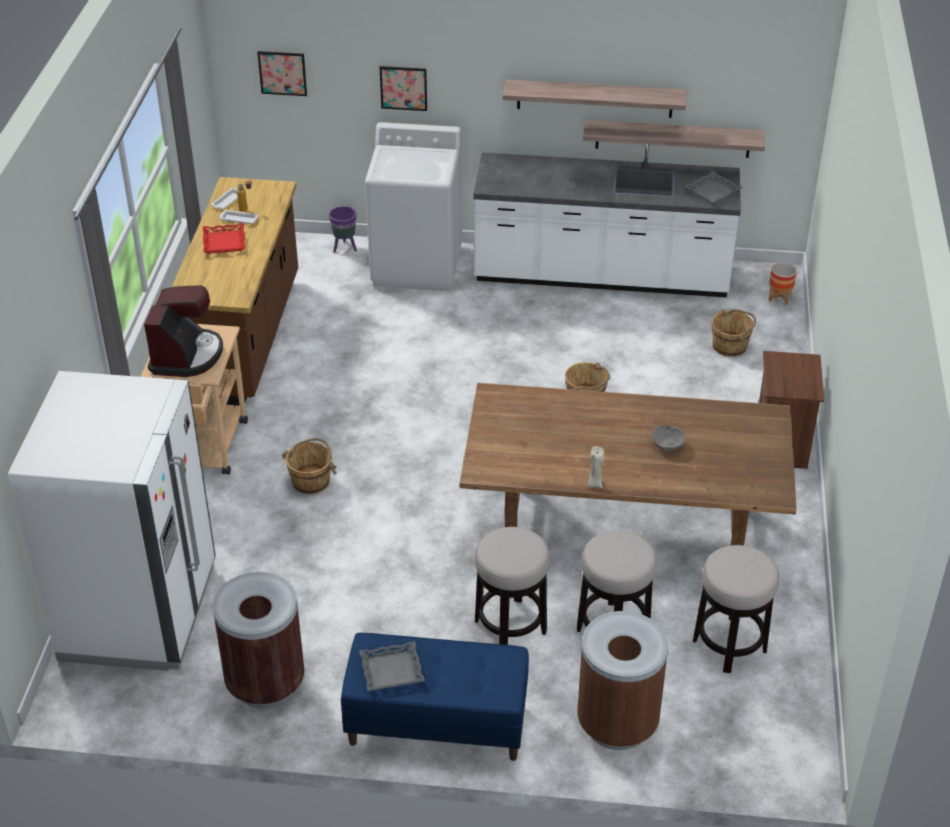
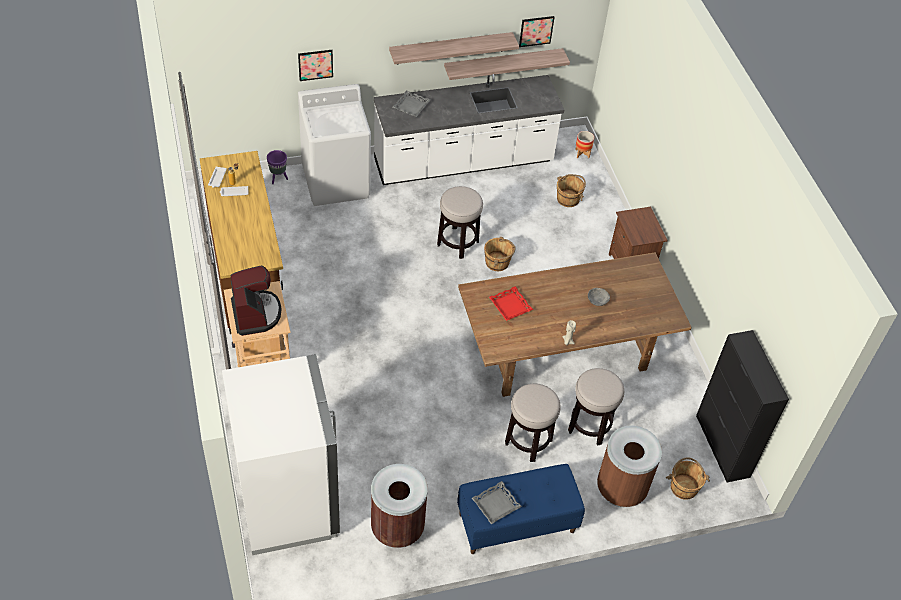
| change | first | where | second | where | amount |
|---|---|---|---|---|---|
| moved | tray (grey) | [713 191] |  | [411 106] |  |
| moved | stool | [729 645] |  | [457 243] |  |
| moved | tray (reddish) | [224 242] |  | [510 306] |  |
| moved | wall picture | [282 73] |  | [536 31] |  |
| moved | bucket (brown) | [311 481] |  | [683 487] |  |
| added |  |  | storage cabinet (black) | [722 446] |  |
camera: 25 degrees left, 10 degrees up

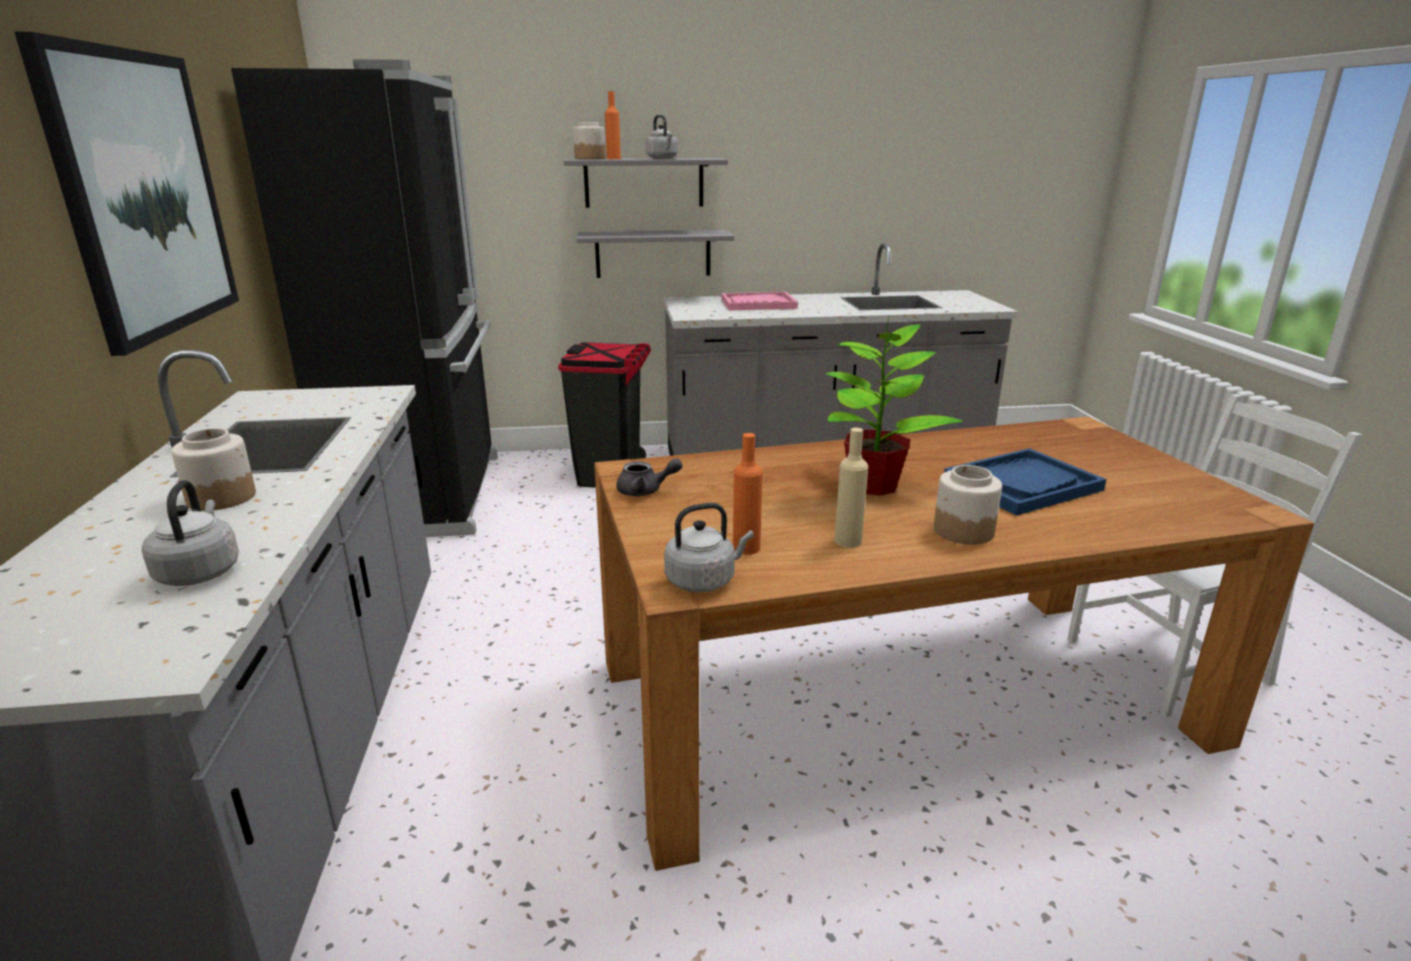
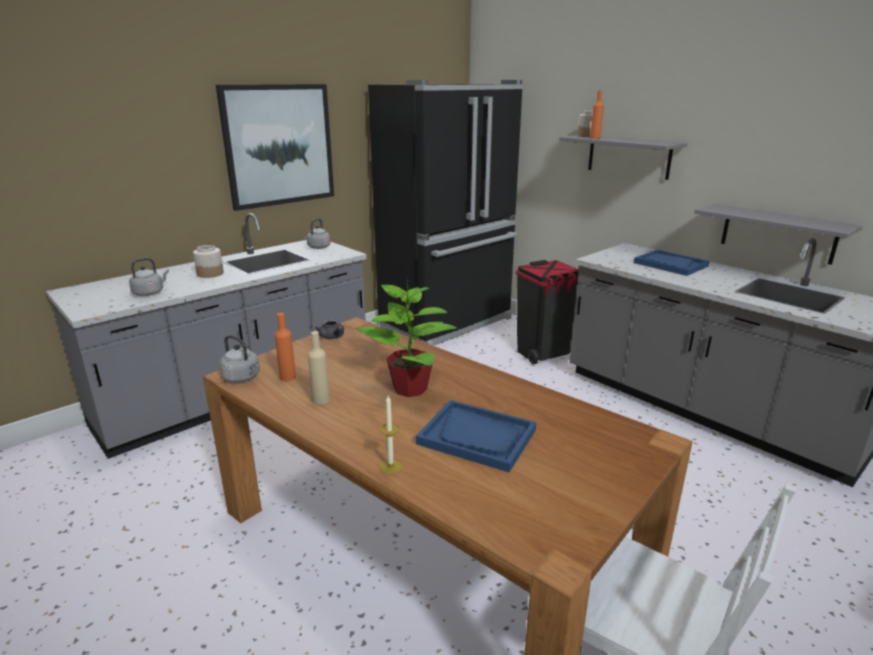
| change | first | where | second | where | amount |
|---|---|---|---|---|---|
| moved | water kettle (grey) | [662 158] |  | [318 247] |  |
| added |  |  | wax light | [390 467] |  |
| recoloured | tray (pinkish) | [758 304] | tray (blue-coloured) | [670 264] |  |
| moved | wall shelf (grey) | [653 253] |  | [778 233] |  |
| removed | jar | [963 531] |  |  |  |
camera: 55 degrees right, 0 degrees up

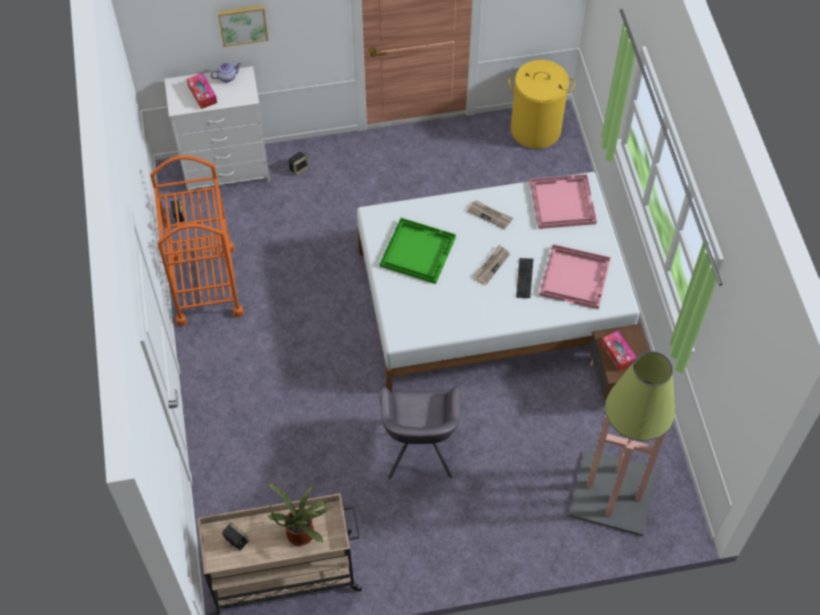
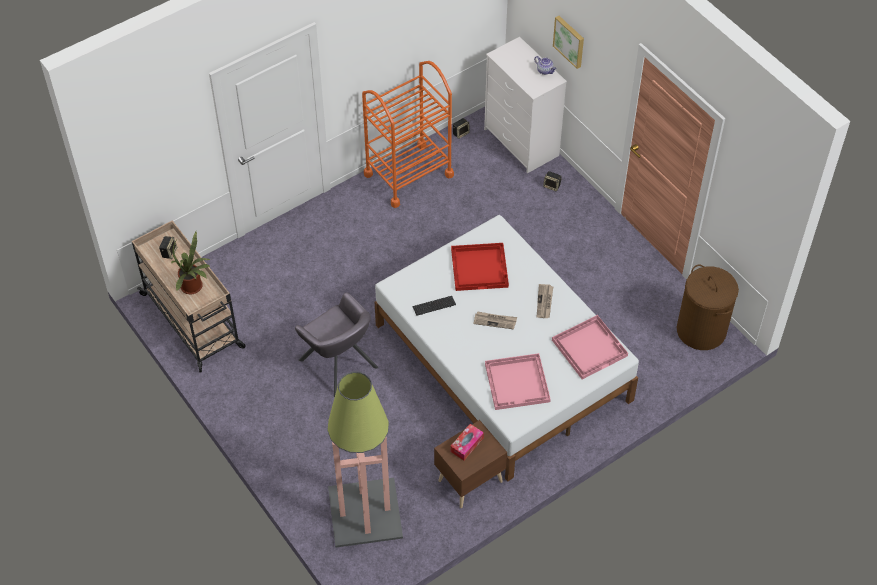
| change | first | where | second | where | amount |
|---|---|---|---|---|---|
| turned | armchair (grey) | [419 447] |  | [338 364] | 105 degrees counterclockwise |
| moved | PC keyboard | [524 278] |  | [434 306] |  |
| recoloured | tray (green-coloured) | [417 251] | tray (reddish) | [480 267] |  |
| recoloured | hamper (yellowish) | [536 129] | hamper (brown) | [701 330] |  |
| removed | tissue box | [202 94] |  |  |  |
camera: 65 degrees right, 5 degrees down

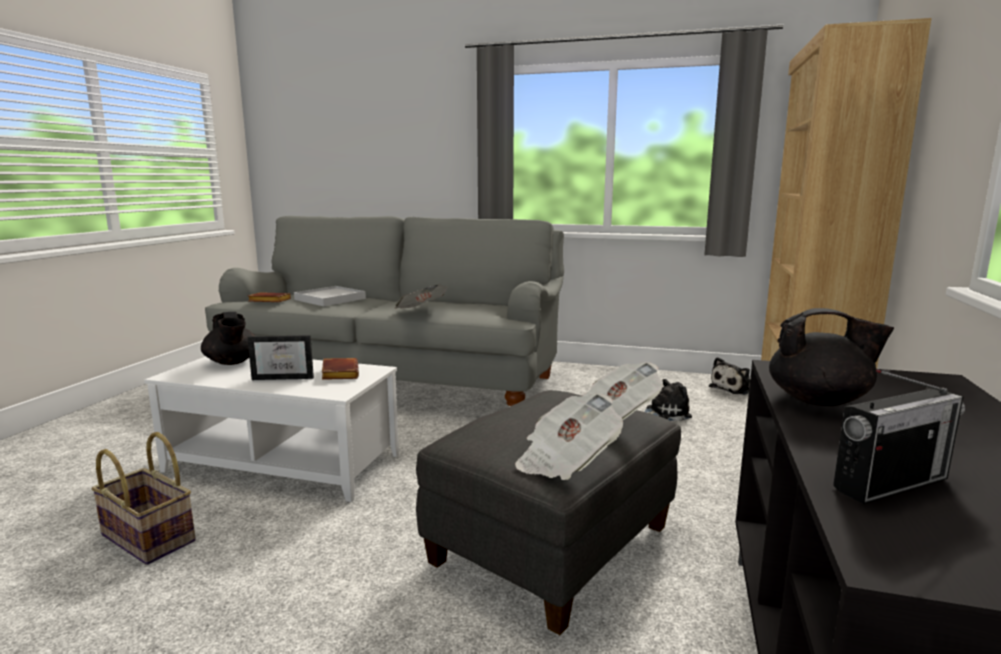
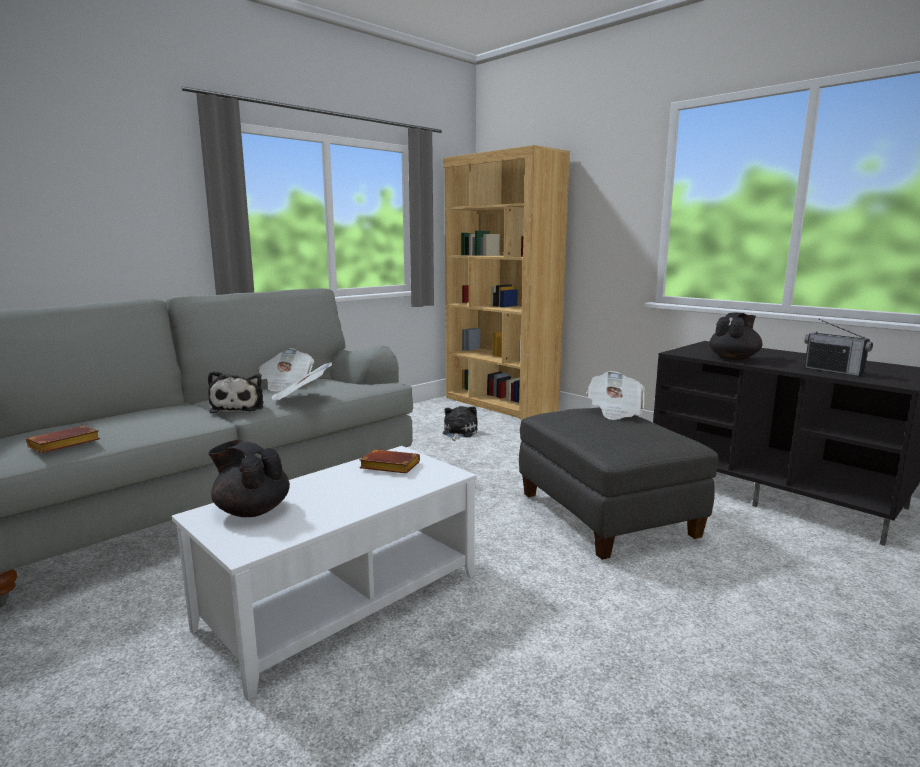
| change | first | where | second | where | amount |
|---|---|---|---|---|---|
| moved | plush toy | [732 388] |  | [239 407] |  |
| turned | pot for tea (black) | [232 362] |  | [252 510] | 150 degrees counterclockwise |
| moved | newspaper | [566 461] |  | [286 384] |  |
| turned | radio receiver | [890 483] |  | [833 371] | 135 degrees clockwise |
| removed | storage basket | [150 537] |  |  |  |
| removed | standing frame | [285 377] |  |  |  |
| removed | tray (white-coloured) | [330 299] |  |  |  |
camera: 60 degrees left, 0 degrees up

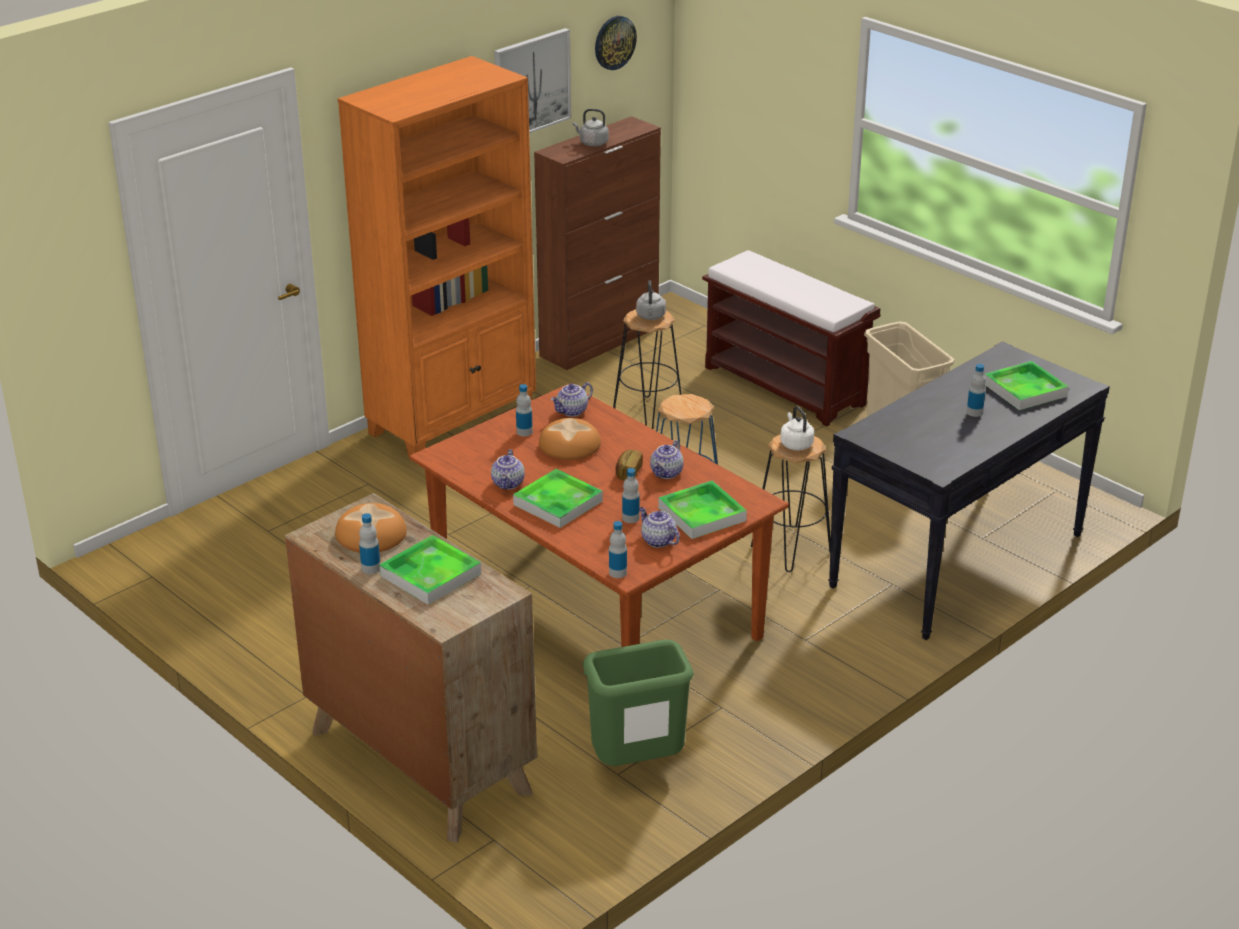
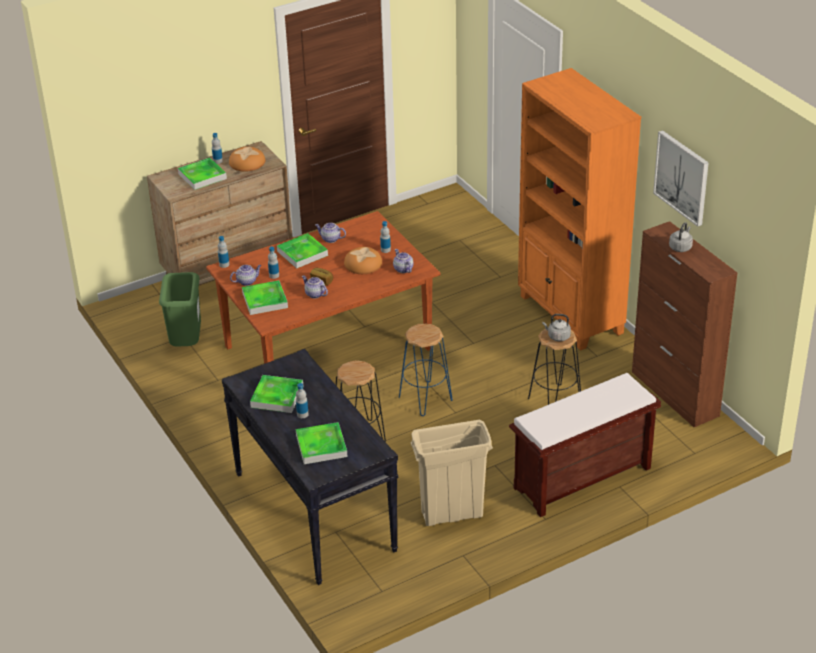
| change | first | where | second | where | amount |
|---|---|---|---|---|---|
| added |  |  | tray | [277 396] |  |
| removed | wall clock | [614 42] |  |  |  |
| removed | water kettle (white-coloured) | [795 444] |  |  |  |
camera: 105 degrees right, 5 degrees up

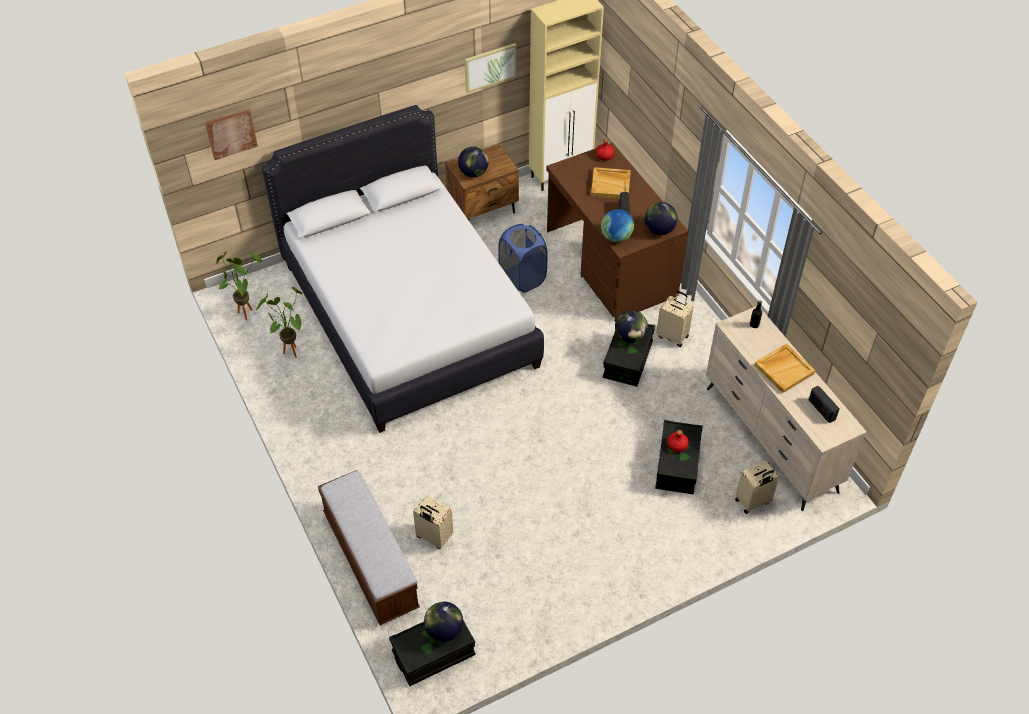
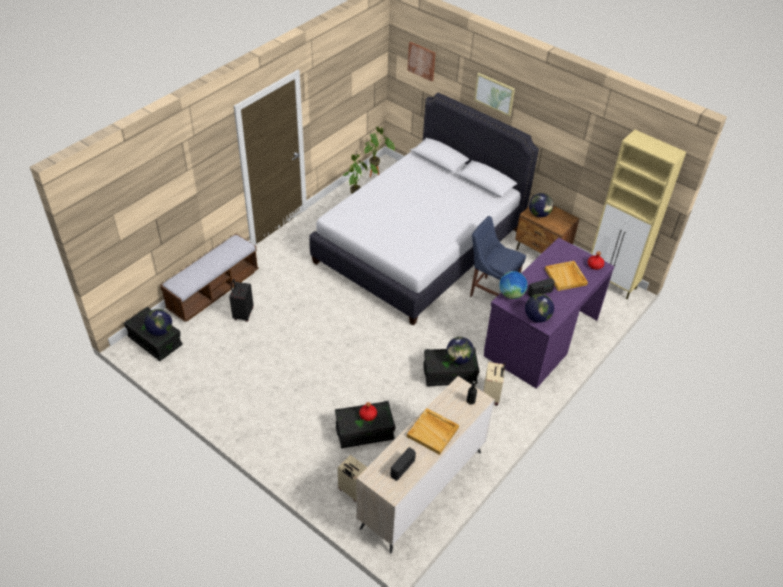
| change | first | where | second | where | amount |
|---|---|---|---|---|---|
| recoloured | suitcase (beige-coloured) | [433 537] | suitcase (black) | [243 314] |  |
| replaced | hamper (blue-coloured) | [522 278] | chair (blue-coloured) | [491 292] |  |
| moved | wall picture | [490 67] |  | [494 94] |  |
| recoloured | desk (brown) | [610 263] | desk (purplish) | [540 337] |  |
camera: 65 degrees right, 5 degrees down

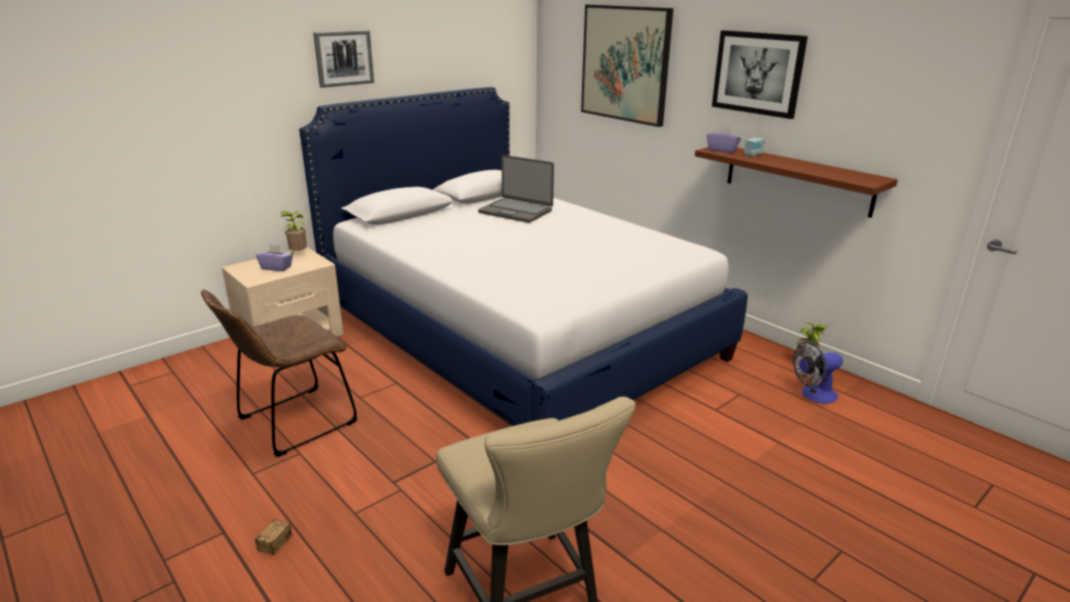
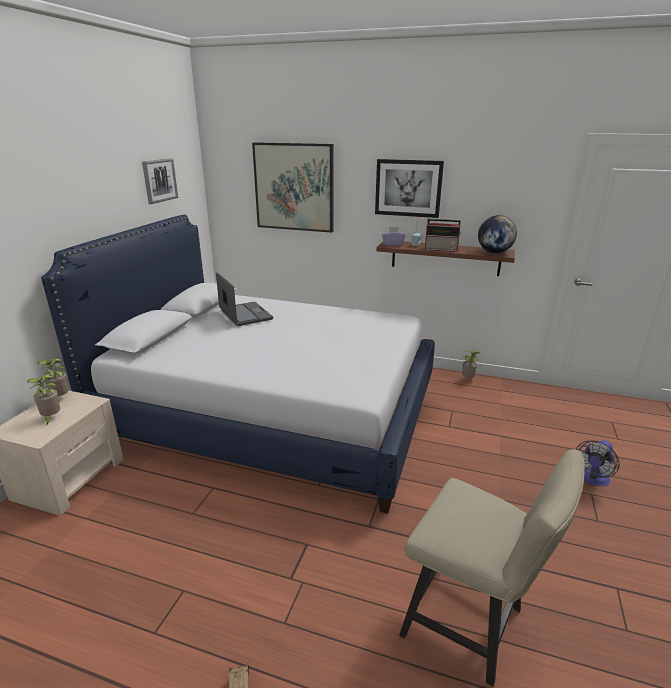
| change | first | where | second | where | amount |
|---|---|---|---|---|---|
| replaced | tissue box (purplish) | [276 267] | potted plant | [51 418] |  |
| moved | wall picture | [344 58] |  | [159 180] |  |
| turned | portable computer | [516 211] |  | [245 315] | 120 degrees counterclockwise |
| added |  |  | radio receiver | [442 249] |  |
| added |  |  | world globe | [494 252] |  |
| moved | electric fan | [813 395] |  | [592 479] |  |
| removed | chair (brown) | [292 423] |  |  |  |
camera: 30 degrees left, 0 degrees up

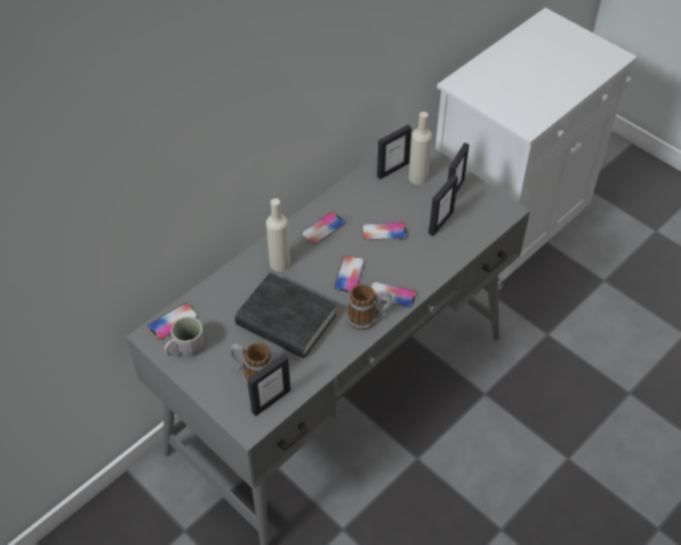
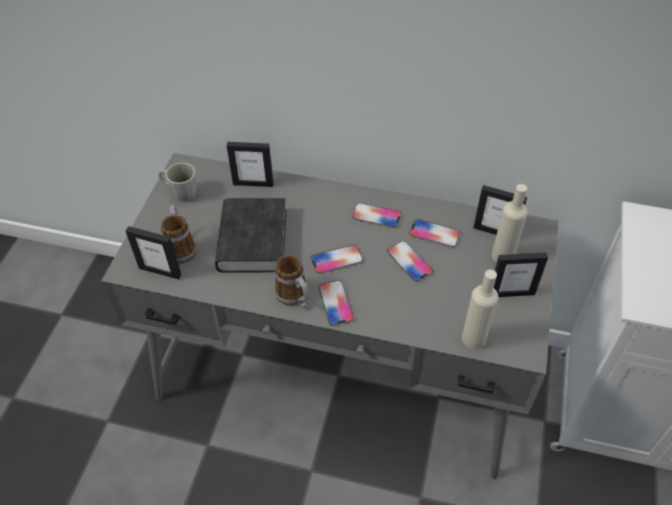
| change | first | where | second | where | amount |
|---|---|---|---|---|---|
| moved | standing frame | [440 222] |  | [253 183] |  |
| moved | phone | [173 322] |  | [434 234] |  |
| moved | bottle (beige-coloured) | [280 263] |  | [473 338] |  |
camera: 60 degrees right, 0 degrees up

